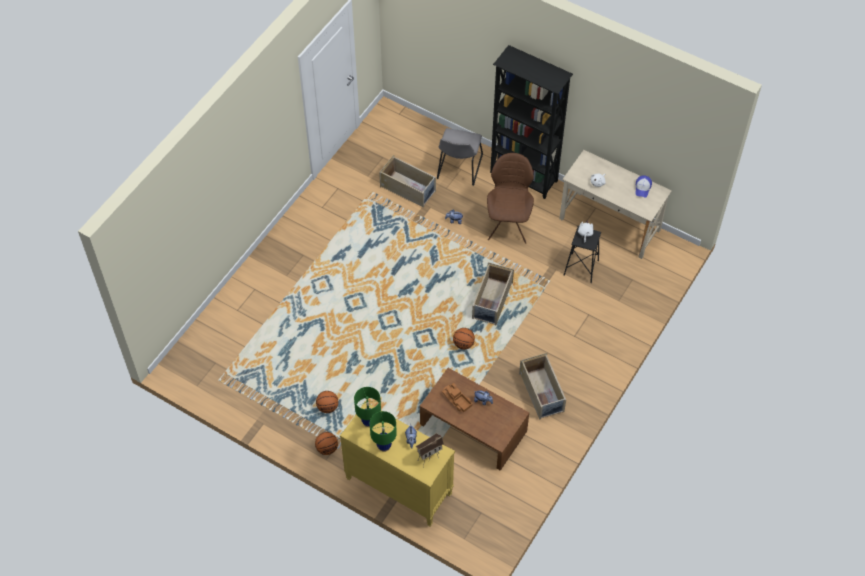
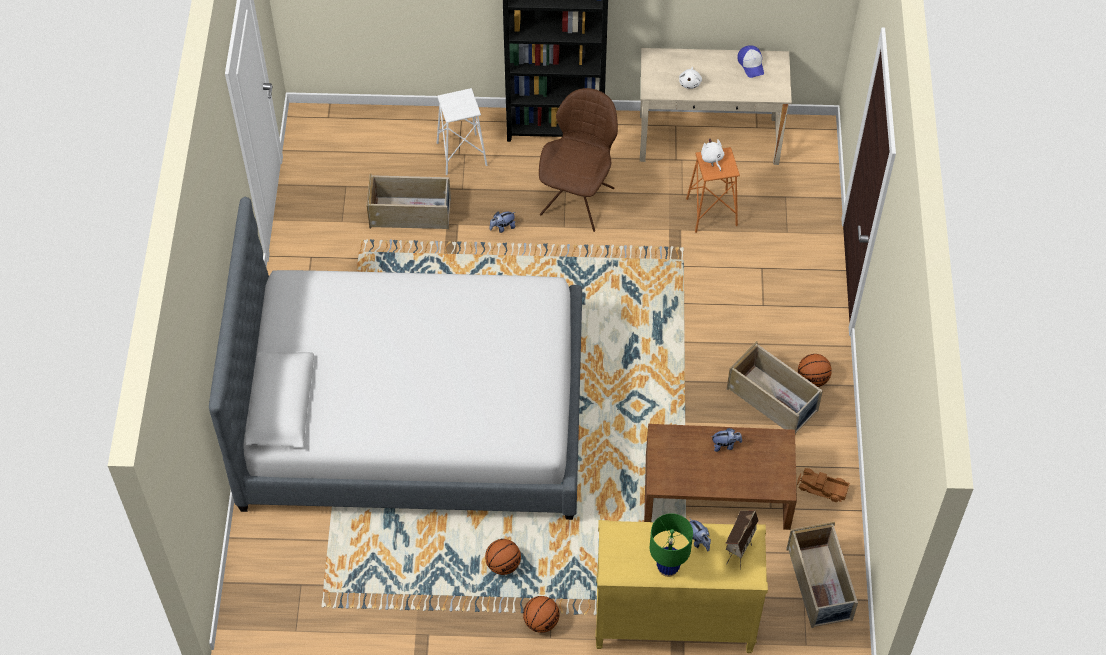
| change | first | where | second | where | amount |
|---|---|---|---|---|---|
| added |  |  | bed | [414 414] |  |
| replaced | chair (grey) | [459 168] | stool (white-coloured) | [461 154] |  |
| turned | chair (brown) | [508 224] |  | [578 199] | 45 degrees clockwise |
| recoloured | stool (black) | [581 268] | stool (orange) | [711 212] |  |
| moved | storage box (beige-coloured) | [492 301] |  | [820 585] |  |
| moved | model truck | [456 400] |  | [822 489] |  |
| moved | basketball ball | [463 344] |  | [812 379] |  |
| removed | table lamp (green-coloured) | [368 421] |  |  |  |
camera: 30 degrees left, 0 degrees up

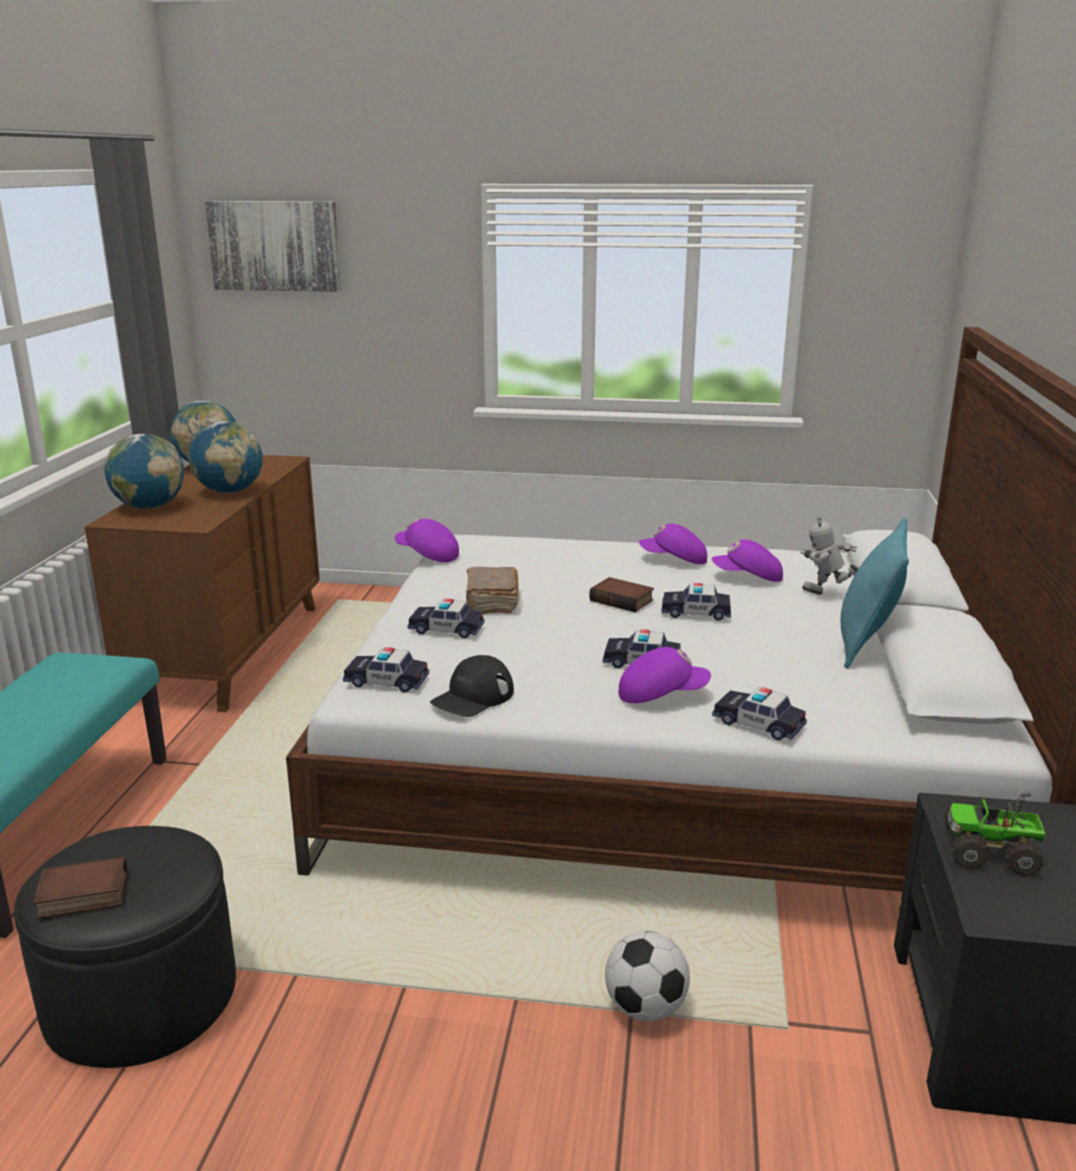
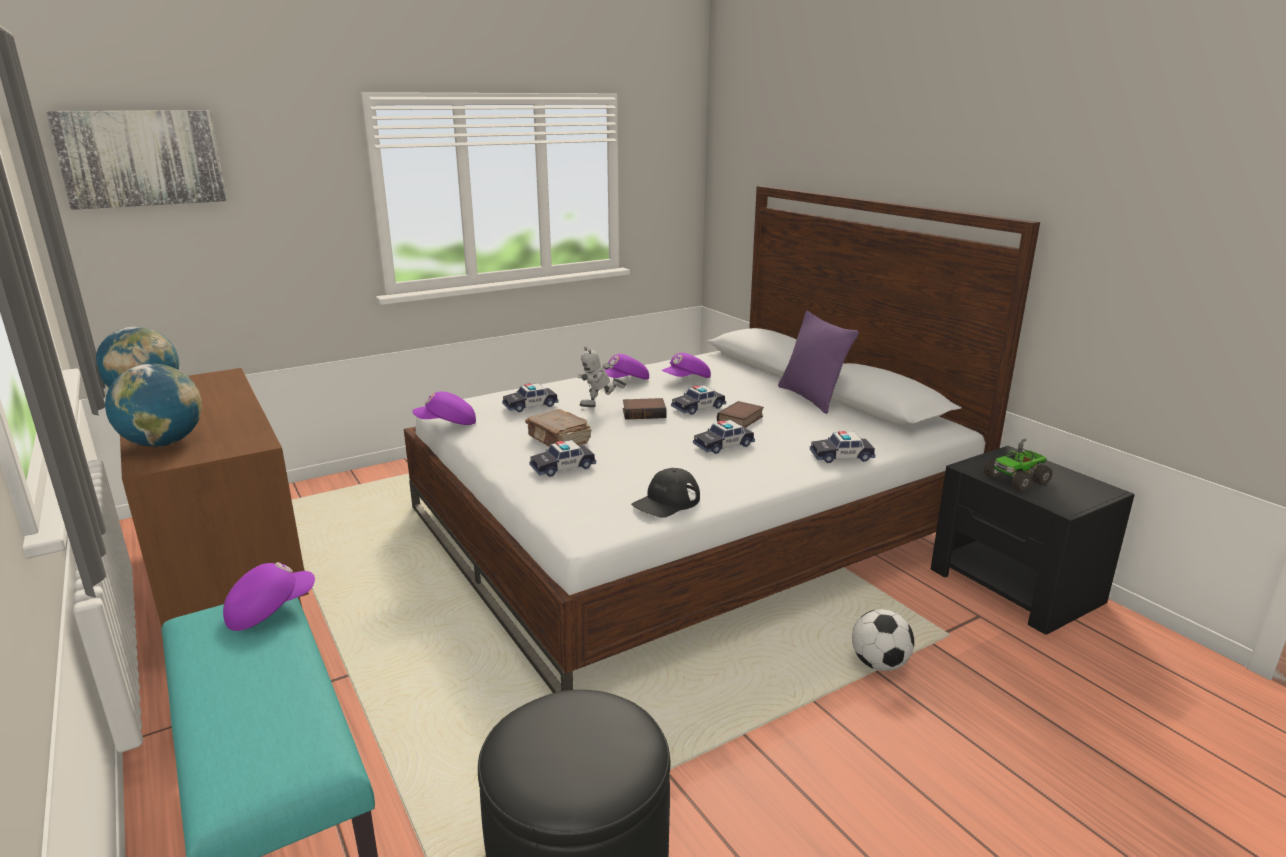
| change | first | where | second | where | amount |
|---|---|---|---|---|---|
| moved | cap (purplish) | [661 695] |  | [270 610] |  |
| moved | miniature car | [386 681] |  | [530 405] |  |
| moved | robot figure | [827 596] |  | [600 406] |  |
| turned | cap (black) | [473 697] |  | [666 502] | 45 degrees clockwise |
| moved | book | [81 896] |  | [741 420] |  |
| recoloured | cushion (turquoise-coloured) | [866 644] | cushion (purplish) | [811 398] |  |
| removed | world globe | [230 491] |  |  |  |
camera: 40 degrees left, 0 degrees up

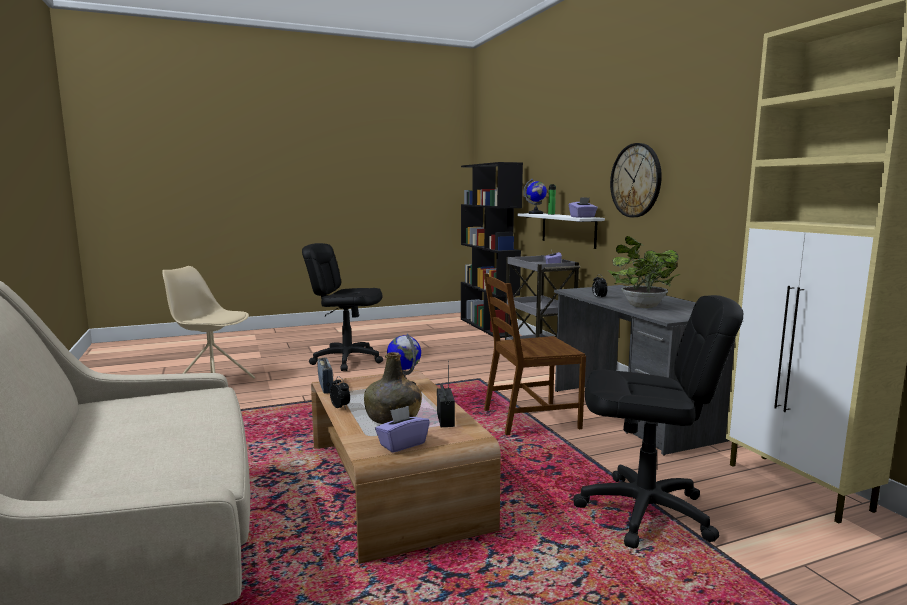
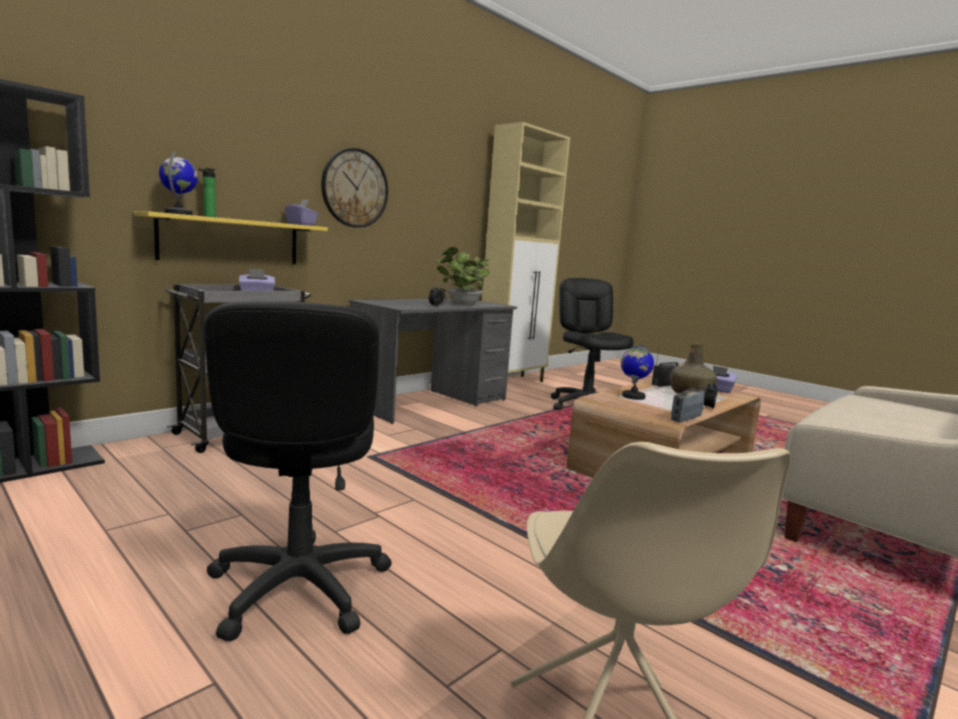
| change | first | where | second | where | amount |
|---|---|---|---|---|---|
| recoloured | wall shelf (white-coloured) | [568 229] | wall shelf (yellowish) | [231 241] |  |
| removed | chair (brown) | [530 419] |  |  |  |
camera: 115 degrees left, 0 degrees up

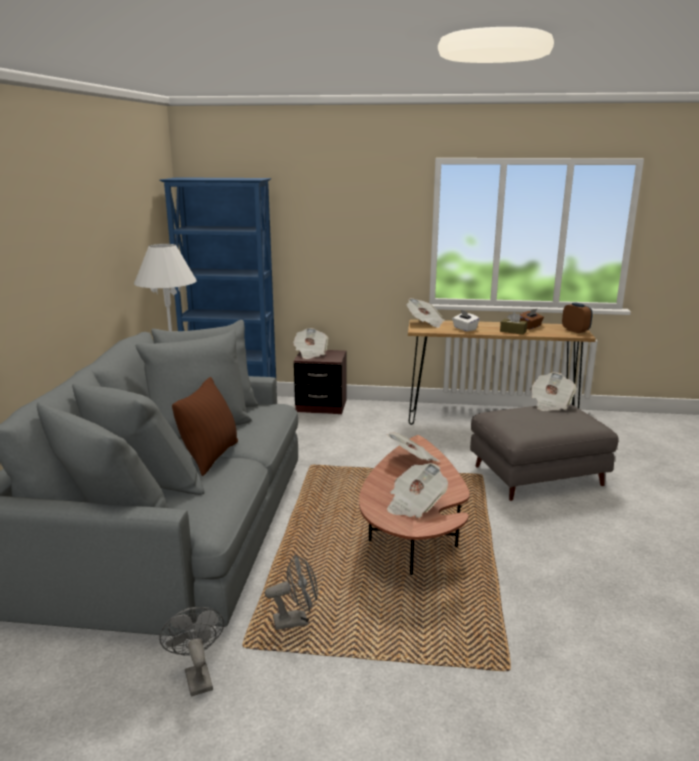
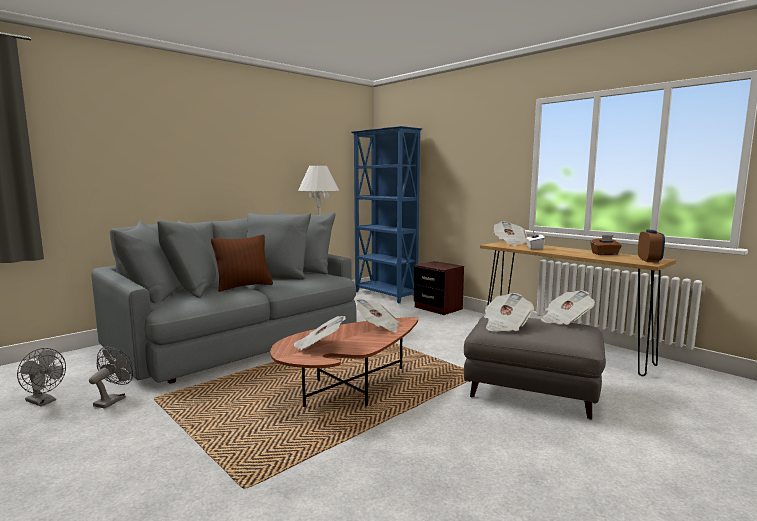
| change | first | where | second | where | amount |
|---|---|---|---|---|---|
| moved | electric fan (grey) | [296 620] |  | [44 402] |  |
| moved | newspaper | [310 353] |  | [505 326] |  |
| removed | tissue box (brown) | [513 331] |  |  |  |
camera: 40 degrees right, 10 degrees down

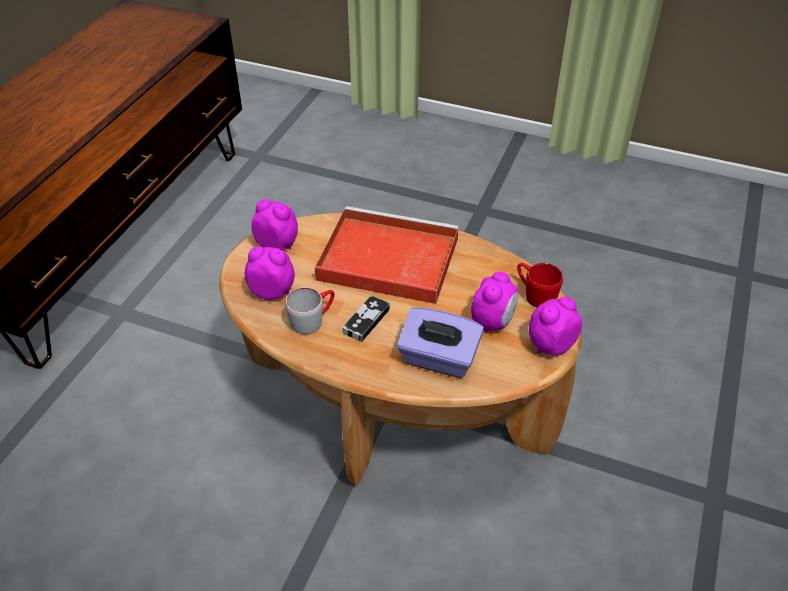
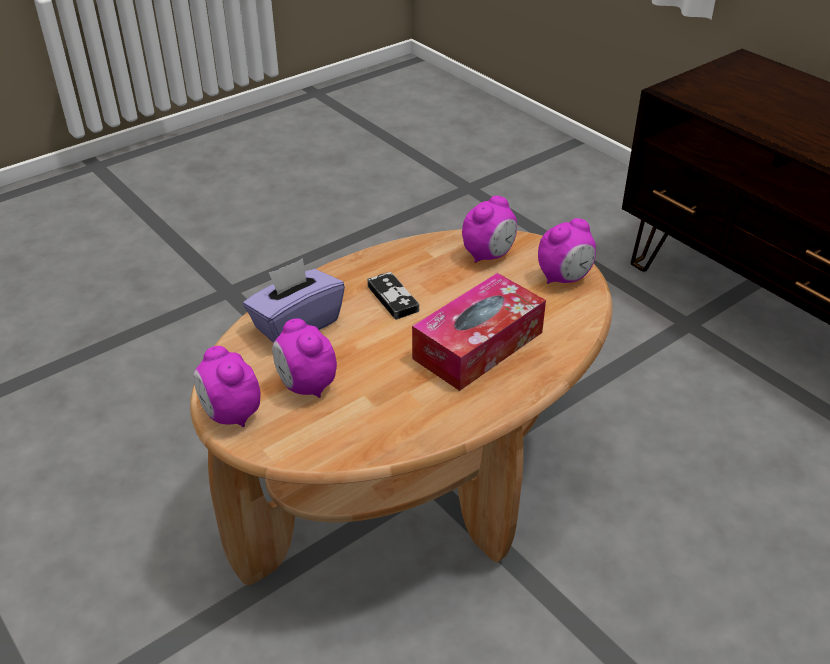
| change | first | where | second | where | amount |
|---|---|---|---|---|---|
| turned | bedside clock | [550 344] |  | [230 414] | 150 degrees clockwise |
| replaced | tray (reddish) | [385 259] | tissue box | [478 345] |  |
| removed | tea mug (grey) | [313 319] |  |  |  |
| removed | tea mug (reddish) | [534 294] |  |  |  |
camera: 120 degrees right, 5 degrees down

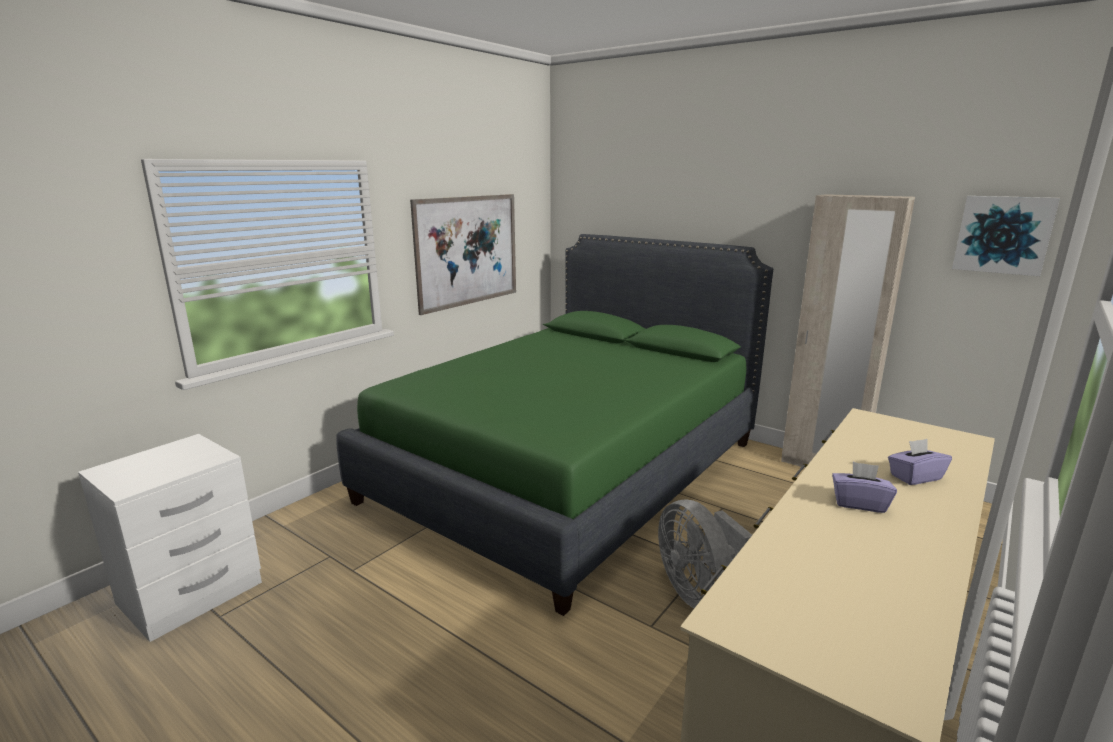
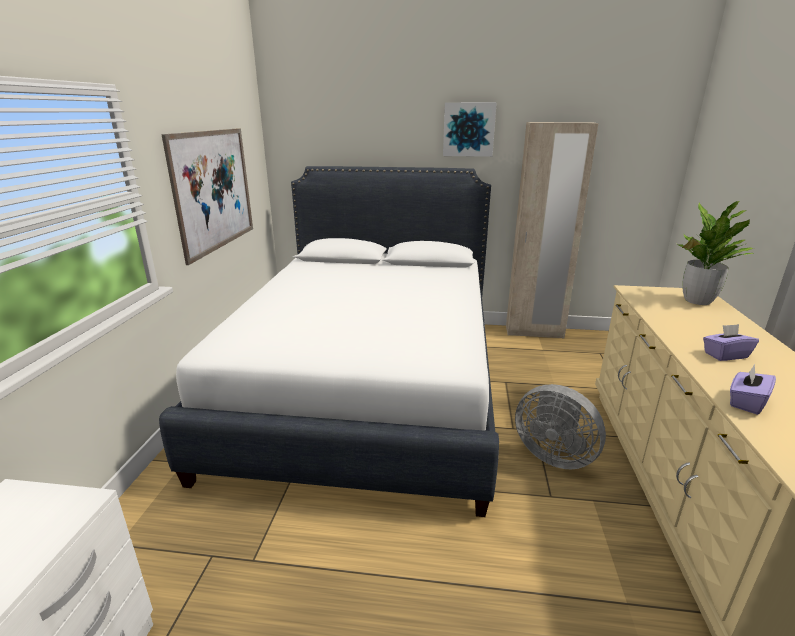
| change | first | where | second | where | amount |
|---|---|---|---|---|---|
| recoloured | bed (green-coloured) | [569 470] | bed (white-coloured) | [368 385] |  |
| moved | wall picture | [1003 234] |  | [468 129] |  |
| added |  |  | potted plant | [697 301] |  |
| moved | tissue box (purplish) | [915 477] |  | [746 402] |  |
camera: 30 degrees left, 5 degrees up

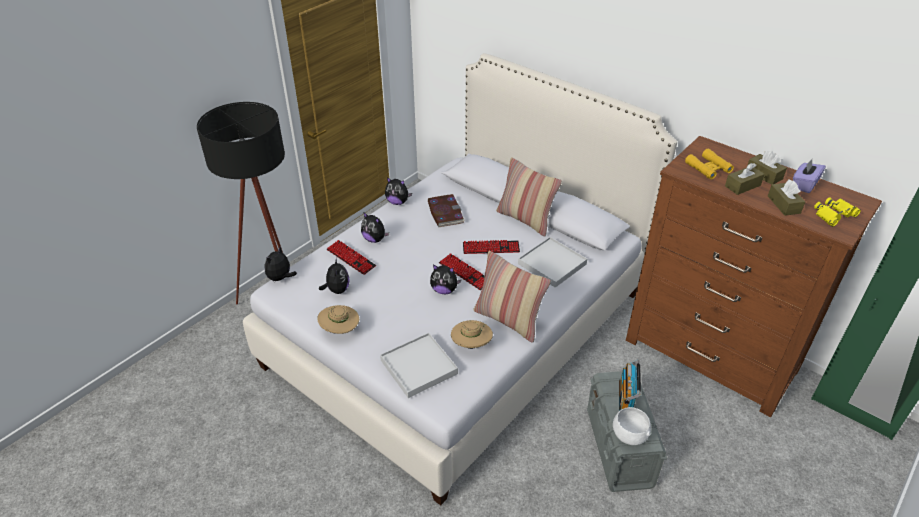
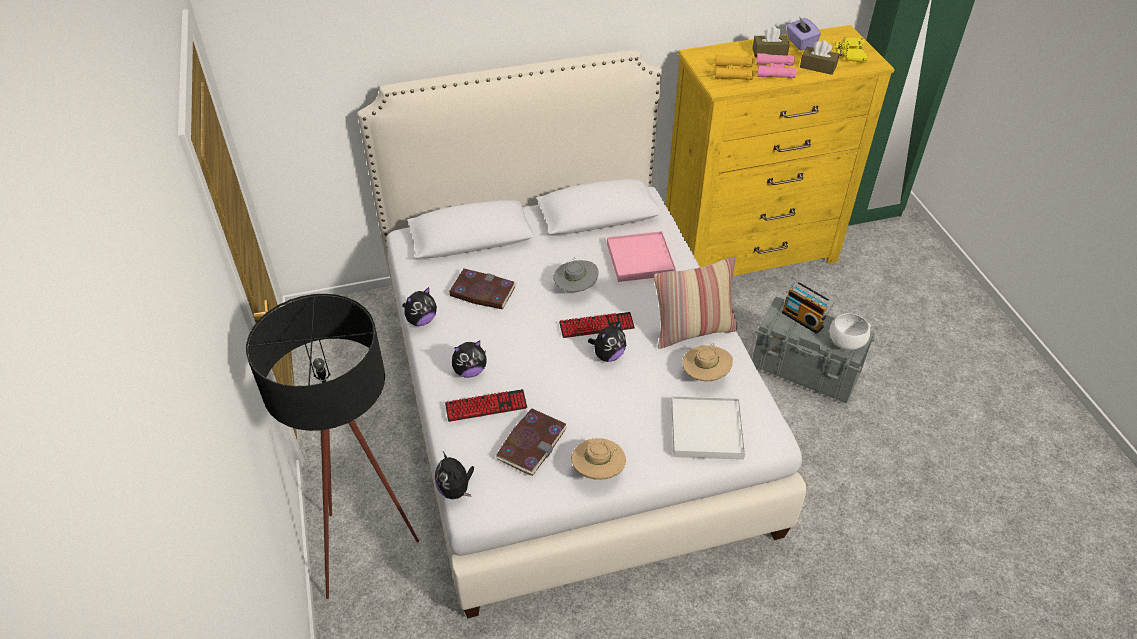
| change | first | where | second | where | amount |
|---|---|---|---|---|---|
| replaced | plush toy | [337 290] | book | [531 443] |  |
| replaced | PC keyboard | [491 248] | clothing hat (grey) | [575 288] |  |
| recoloured | tray (white-coloured) | [552 264] | tray (pinkish) | [640 259] |  |
| recoloured | dresser (brown) | [711 355] | dresser (yellowish) | [749 251] |  |
| replaced | tissue box (brown) | [742 186] | pair of binoculars (pinkish) | [775 70] |  |
| removed | cushion | [525 219] |  |  |  |
camera: 55 degrees left, 5 degrees up

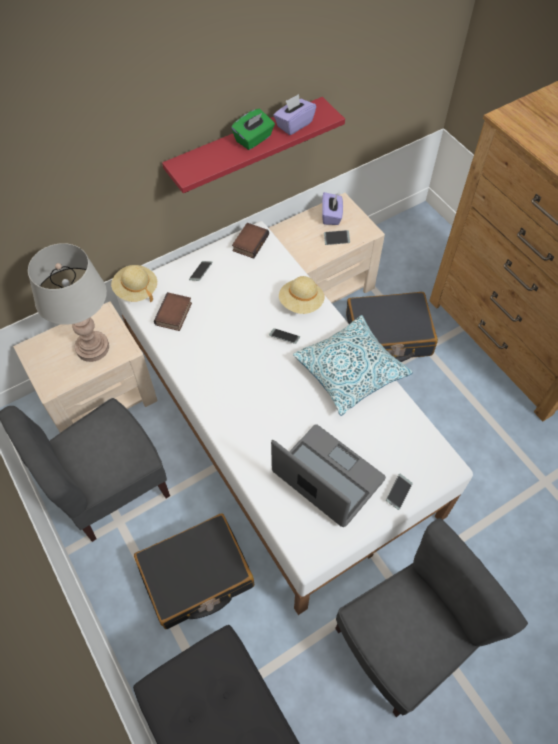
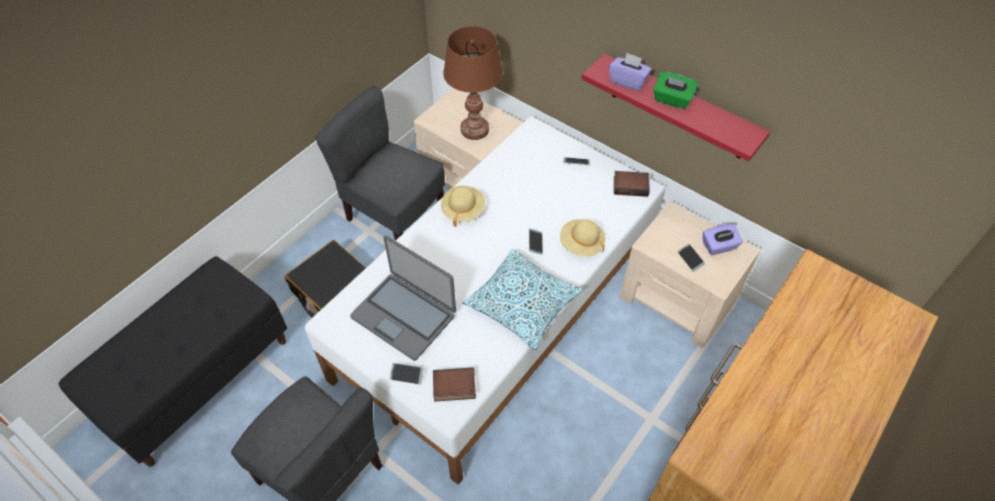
| change | first | where | second | where | amount |
|---|---|---|---|---|---|
| turned | portable computer | [327 477] |  | [404 315] | 105 degrees clockwise |
| moved | book | [174 315] |  | [453 387] |  |
| moved | clothing hat (beige-coloured) | [136 290] |  | [463 210] |  |
| recoloured | table lamp (grey) | [92 347] | table lamp (brown) | [475 129] |  |
| moved | tissue box (purplish) | [294 124] |  | [628 81] |  |
| removed | suitcase (black) | [388 335] |  |  |  |
camera: 70 degrees right, 5 degrees down

